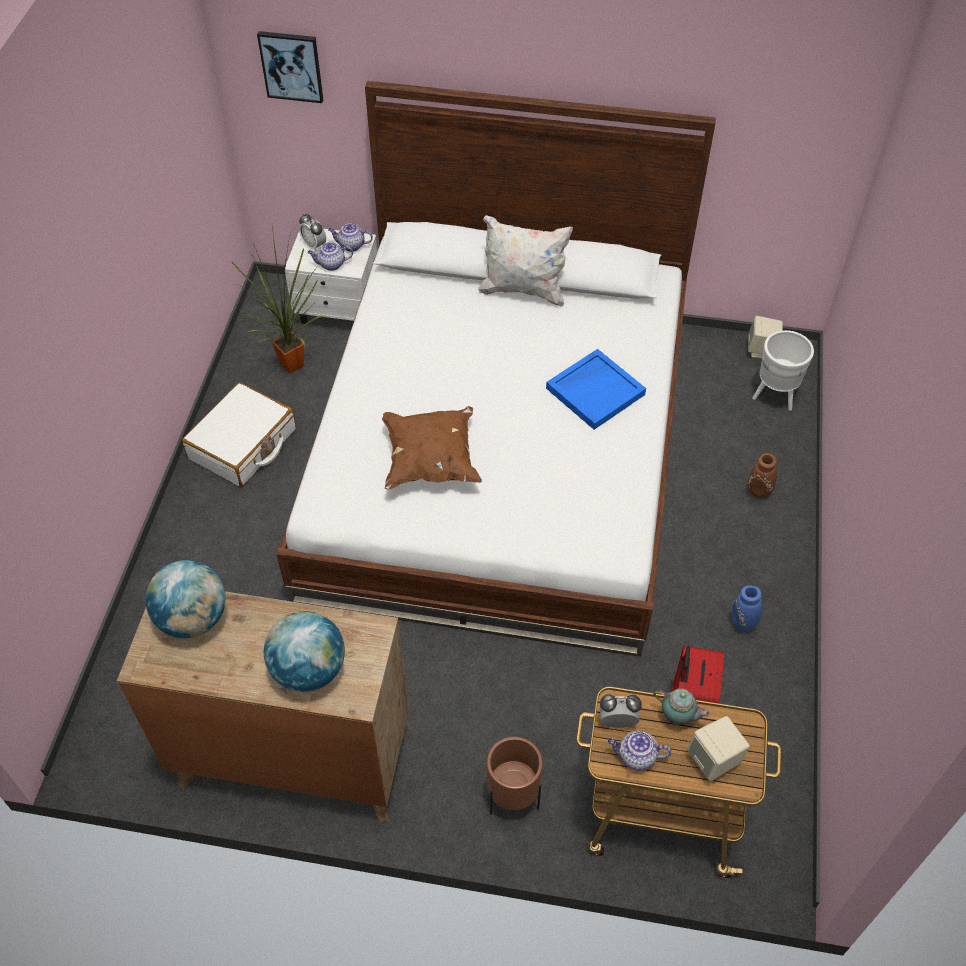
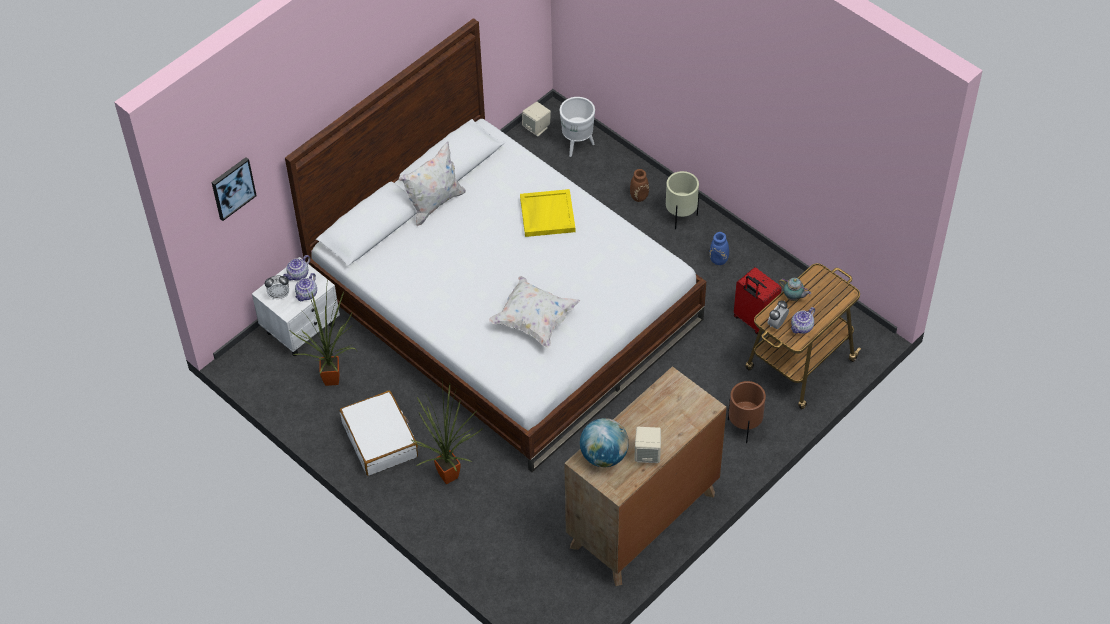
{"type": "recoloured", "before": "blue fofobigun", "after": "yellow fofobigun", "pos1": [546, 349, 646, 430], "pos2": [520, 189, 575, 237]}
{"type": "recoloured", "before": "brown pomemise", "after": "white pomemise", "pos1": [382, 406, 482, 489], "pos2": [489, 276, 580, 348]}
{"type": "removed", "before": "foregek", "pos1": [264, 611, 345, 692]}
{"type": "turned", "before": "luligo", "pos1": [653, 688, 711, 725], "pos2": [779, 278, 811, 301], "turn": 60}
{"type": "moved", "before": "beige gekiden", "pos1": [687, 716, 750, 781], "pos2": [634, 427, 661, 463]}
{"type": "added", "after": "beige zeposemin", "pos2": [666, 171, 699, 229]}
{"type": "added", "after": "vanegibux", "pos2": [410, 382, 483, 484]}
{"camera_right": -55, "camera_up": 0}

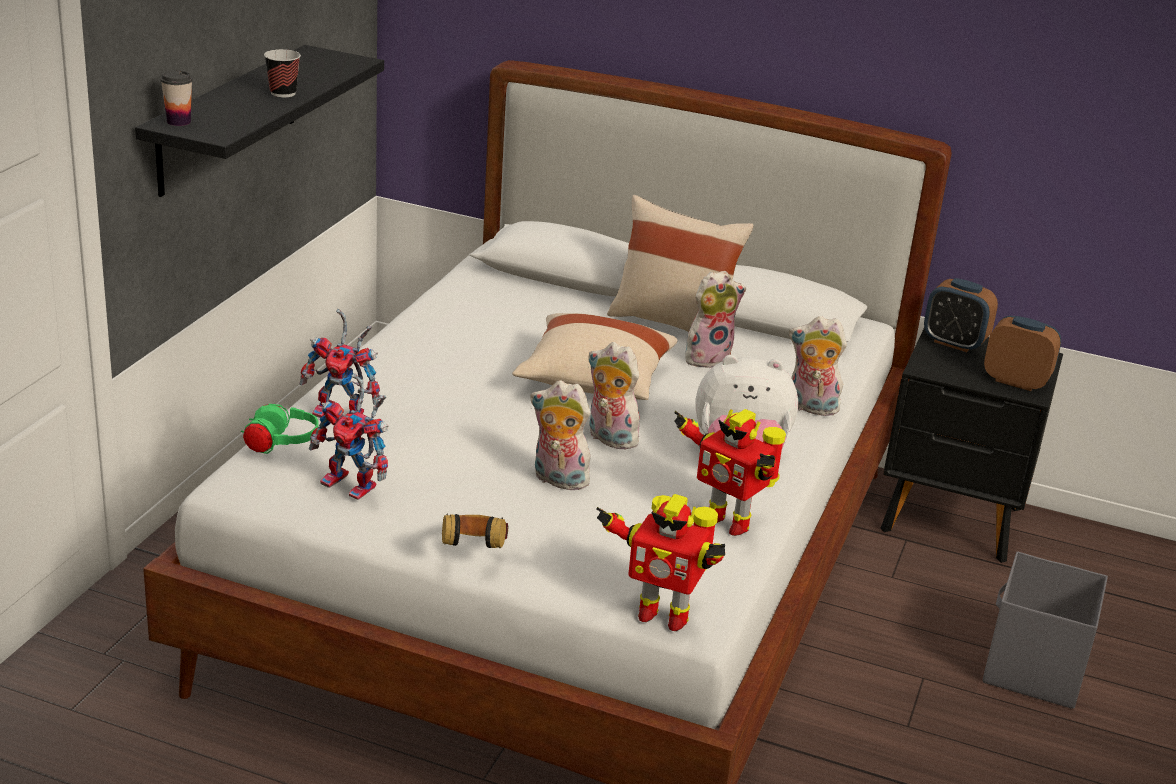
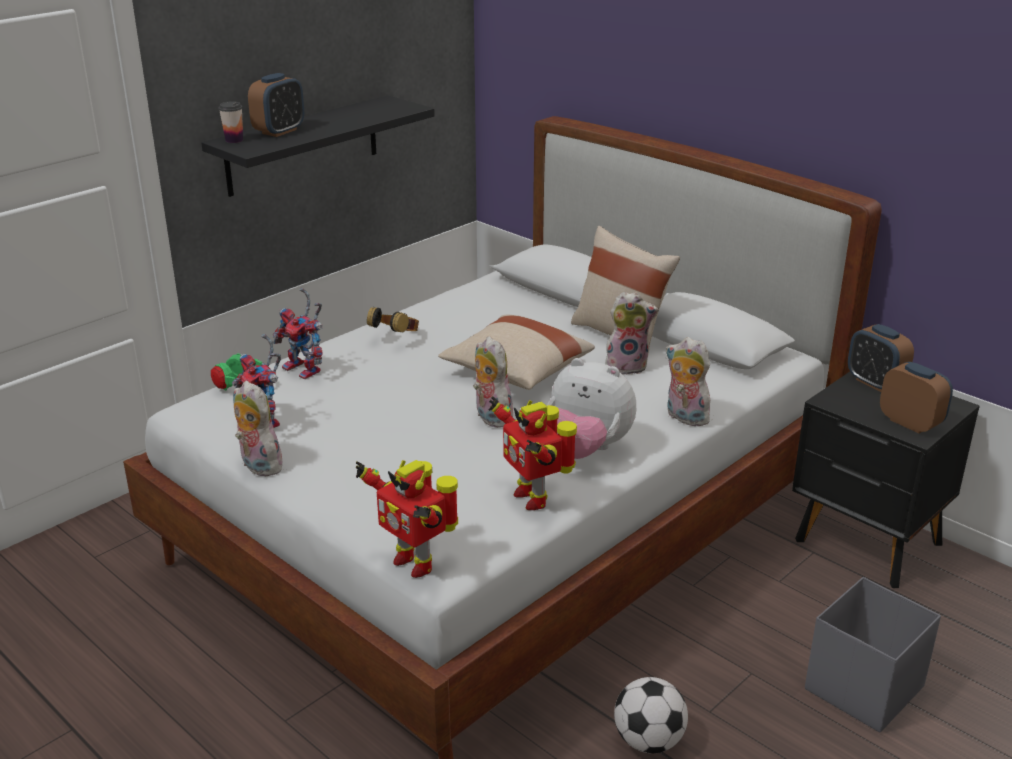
{"type": "removed", "before": "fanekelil", "pos1": [264, 49, 301, 97]}
{"type": "moved", "before": "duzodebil", "pos1": [530, 380, 591, 490], "pos2": [233, 381, 283, 477]}
{"type": "moved", "before": "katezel", "pos1": [442, 514, 509, 549], "pos2": [367, 307, 419, 333]}
{"type": "added", "after": "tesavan", "pos2": [248, 73, 304, 137]}
{"type": "added", "after": "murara", "pos2": [614, 677, 688, 753]}
{"camera_right": 25, "camera_up": 0}

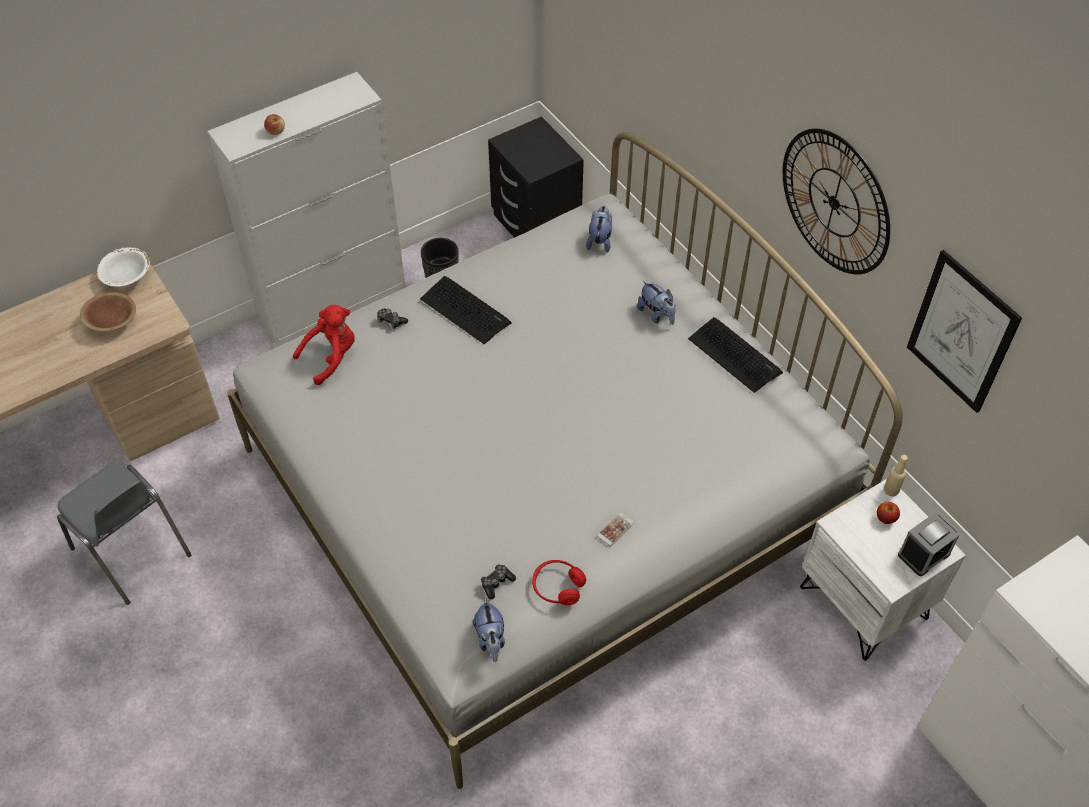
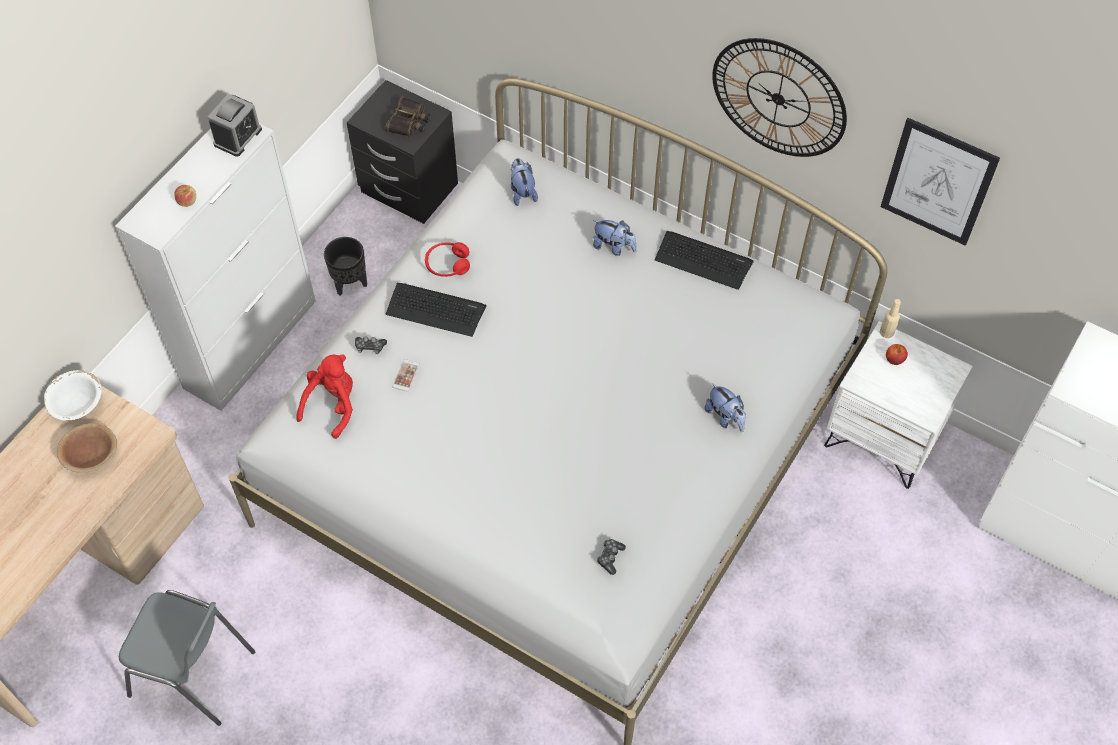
{"type": "moved", "before": "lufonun", "pos1": [597, 512, 634, 546], "pos2": [393, 359, 420, 391]}
{"type": "moved", "before": "tesavan", "pos1": [898, 513, 959, 576], "pos2": [207, 93, 262, 157]}
{"type": "moved", "before": "red katezel", "pos1": [532, 560, 586, 605], "pos2": [425, 242, 470, 277]}
{"type": "moved", "before": "duzodebil", "pos1": [473, 598, 505, 662], "pos2": [705, 383, 746, 432]}
{"type": "added", "after": "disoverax", "pos2": [385, 96, 430, 137]}
{"camera_right": -25, "camera_up": 5}

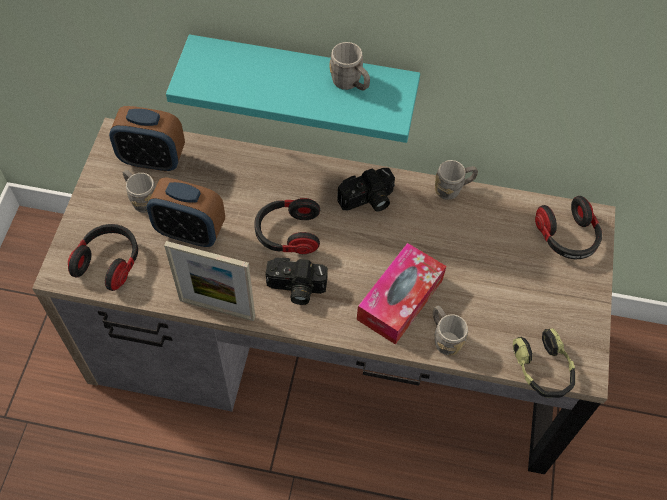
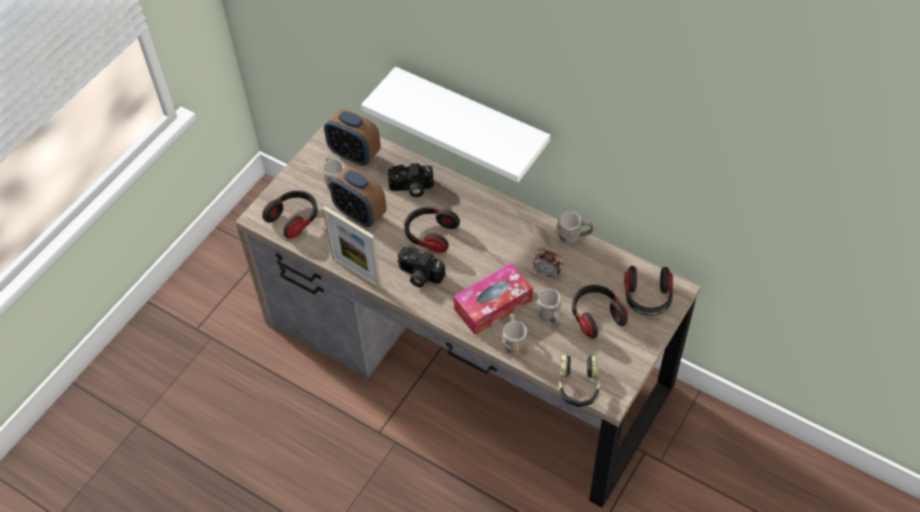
{"type": "recoloured", "before": "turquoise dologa", "after": "white dologa", "pos1": [166, 34, 420, 143], "pos2": [361, 67, 550, 182]}
{"type": "moved", "before": "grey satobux", "pos1": [329, 42, 370, 91], "pos2": [536, 288, 561, 327]}
{"type": "moved", "before": "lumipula", "pos1": [337, 168, 395, 212], "pos2": [388, 163, 434, 197]}
{"type": "added", "after": "tesavan", "pos2": [533, 248, 563, 279]}
{"type": "added", "after": "katezel", "pos2": [572, 285, 628, 339]}
{"camera_right": 25, "camera_up": -5}

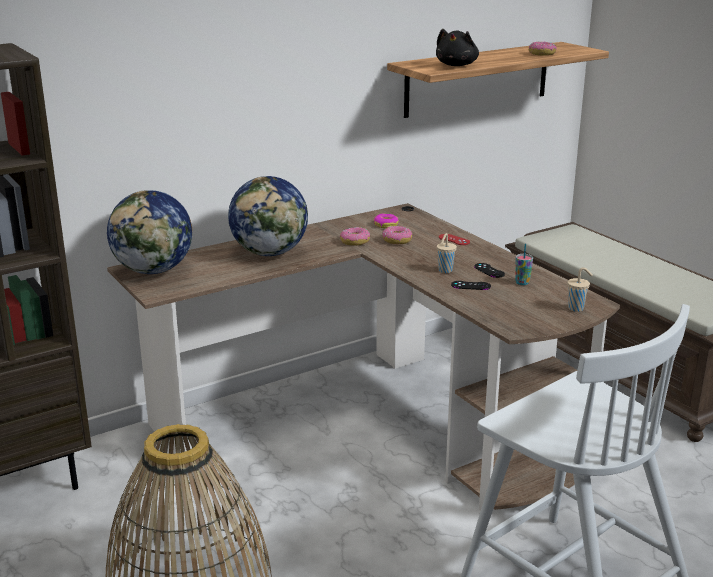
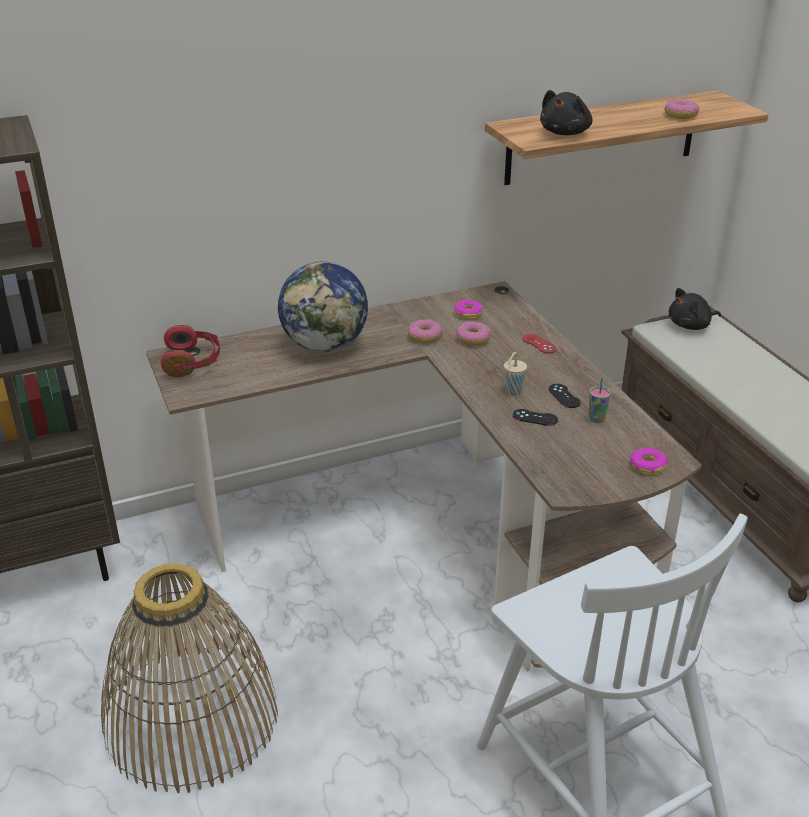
{"type": "replaced", "before": "foregek", "after": "red katezel", "pos1": [107, 190, 192, 274], "pos2": [161, 325, 220, 377]}
{"type": "replaced", "before": "beige fanekelil", "after": "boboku", "pos1": [567, 268, 593, 312], "pos2": [630, 448, 668, 475]}
{"type": "added", "after": "black duzodebil", "pos2": [669, 288, 721, 330]}
{"camera_right": 10, "camera_up": 10}

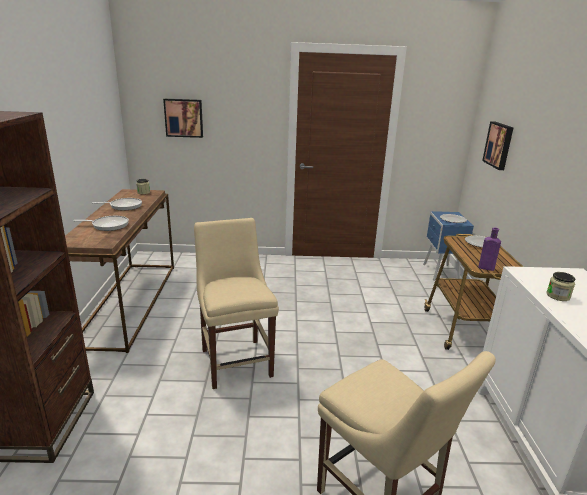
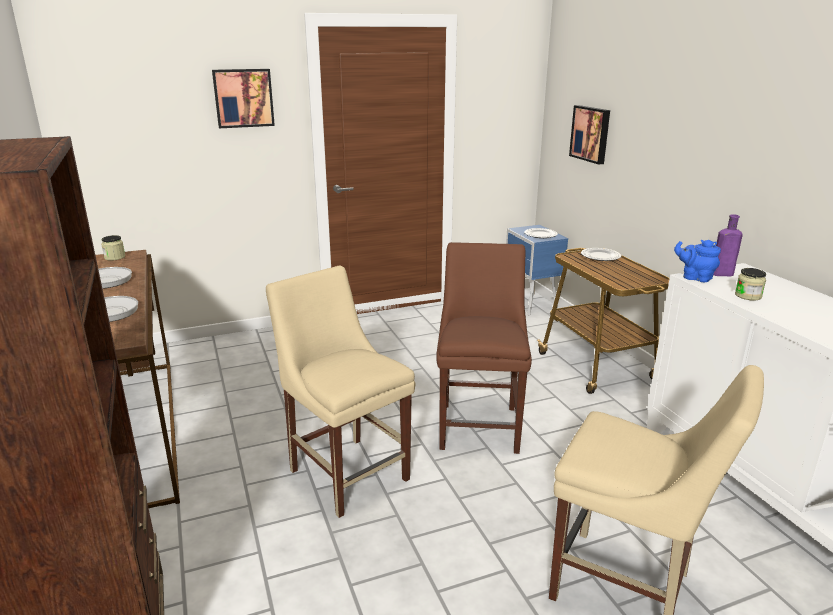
{"type": "moved", "before": "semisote", "pos1": [163, 99, 203, 138], "pos2": [212, 69, 275, 128]}
{"type": "moved", "before": "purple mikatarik", "pos1": [478, 228, 501, 271], "pos2": [713, 214, 743, 276]}
{"type": "added", "after": "blue luligo", "pos2": [674, 240, 721, 282]}
{"type": "added", "after": "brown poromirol", "pos2": [436, 242, 532, 454]}
{"camera_right": -20, "camera_up": 0}

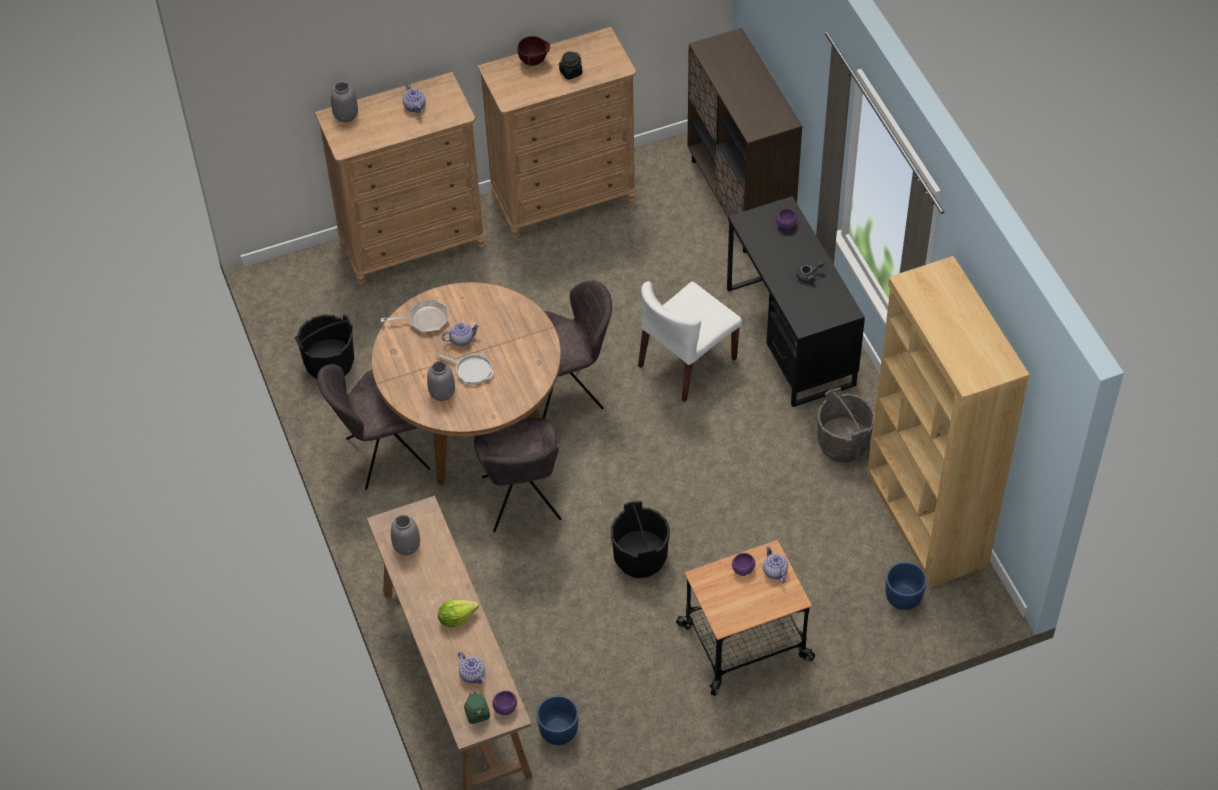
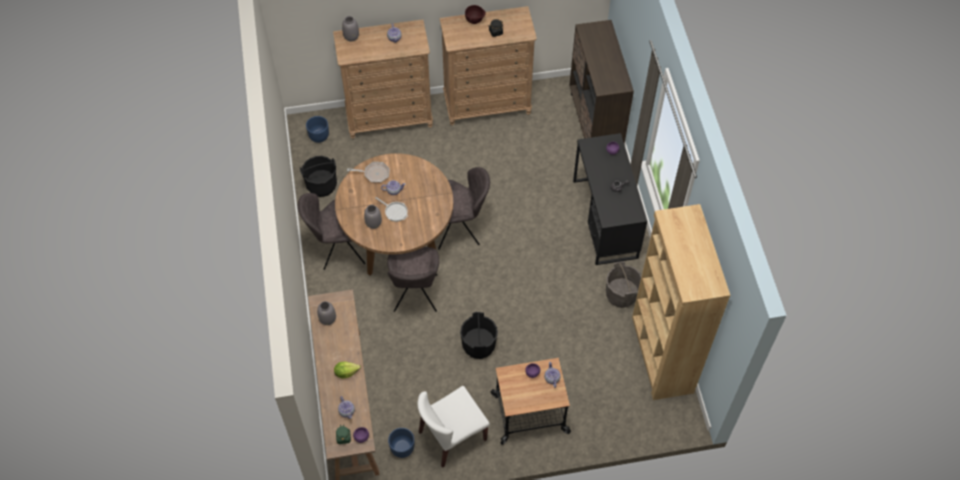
{"type": "moved", "before": "white poromirol", "pos1": [638, 281, 742, 402], "pos2": [417, 386, 490, 468]}
{"type": "moved", "before": "blue zeposemin", "pos1": [886, 562, 927, 610], "pos2": [306, 116, 329, 143]}
{"camera_right": 10, "camera_up": 5}

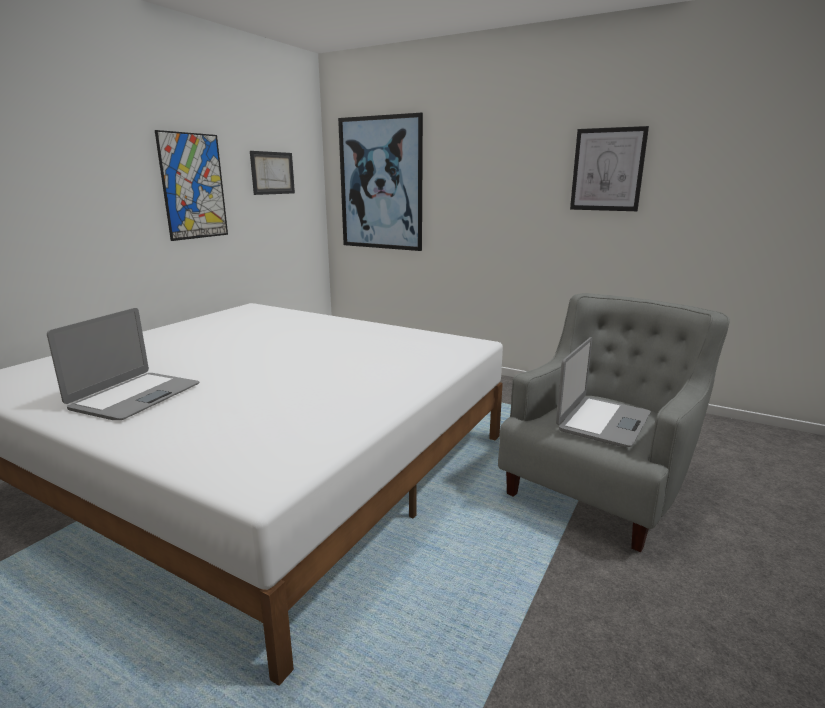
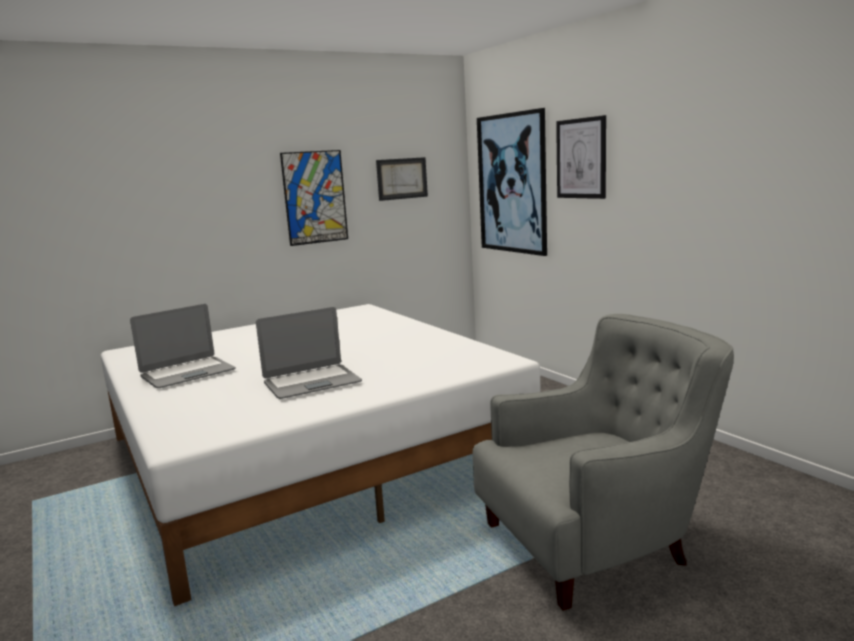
{"type": "moved", "before": "semisote", "pos1": [570, 126, 649, 211], "pos2": [556, 115, 606, 199]}
{"type": "moved", "before": "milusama", "pos1": [556, 337, 651, 447], "pos2": [256, 307, 362, 399]}
{"camera_right": 30, "camera_up": -5}

